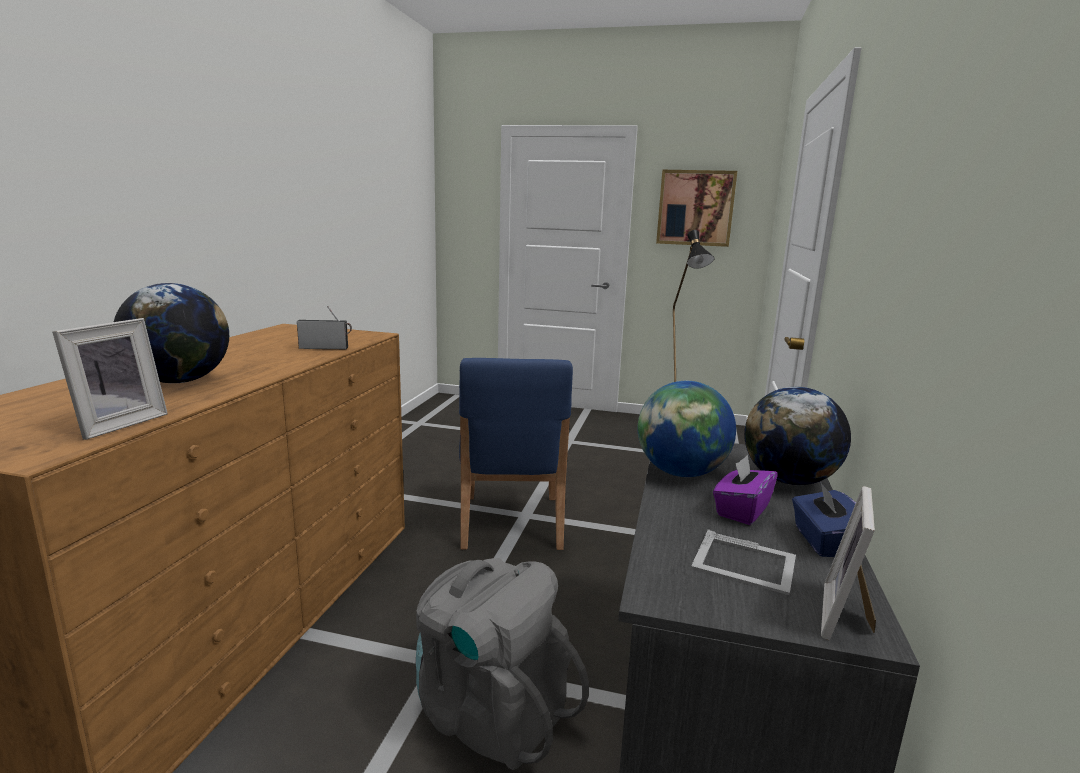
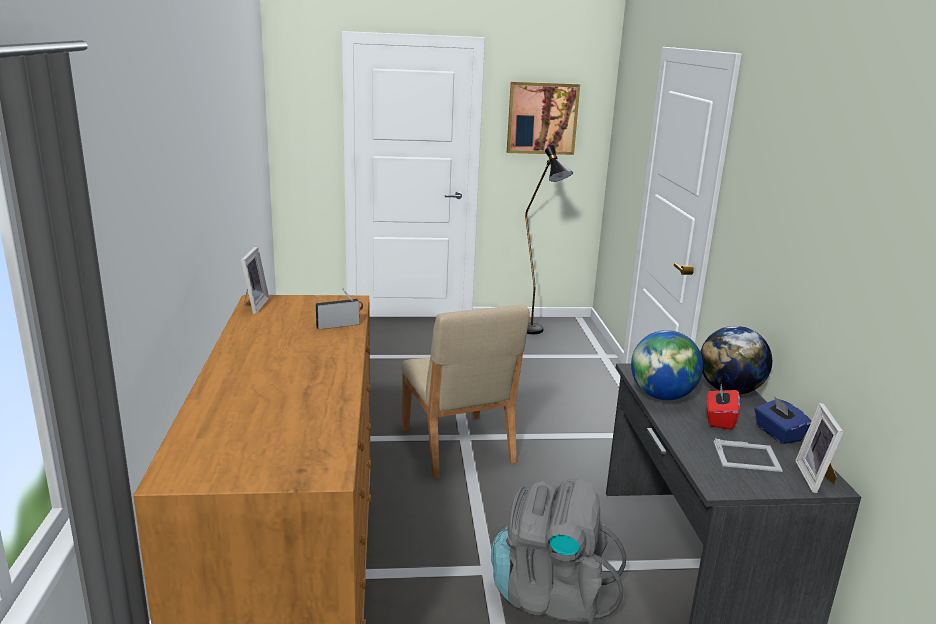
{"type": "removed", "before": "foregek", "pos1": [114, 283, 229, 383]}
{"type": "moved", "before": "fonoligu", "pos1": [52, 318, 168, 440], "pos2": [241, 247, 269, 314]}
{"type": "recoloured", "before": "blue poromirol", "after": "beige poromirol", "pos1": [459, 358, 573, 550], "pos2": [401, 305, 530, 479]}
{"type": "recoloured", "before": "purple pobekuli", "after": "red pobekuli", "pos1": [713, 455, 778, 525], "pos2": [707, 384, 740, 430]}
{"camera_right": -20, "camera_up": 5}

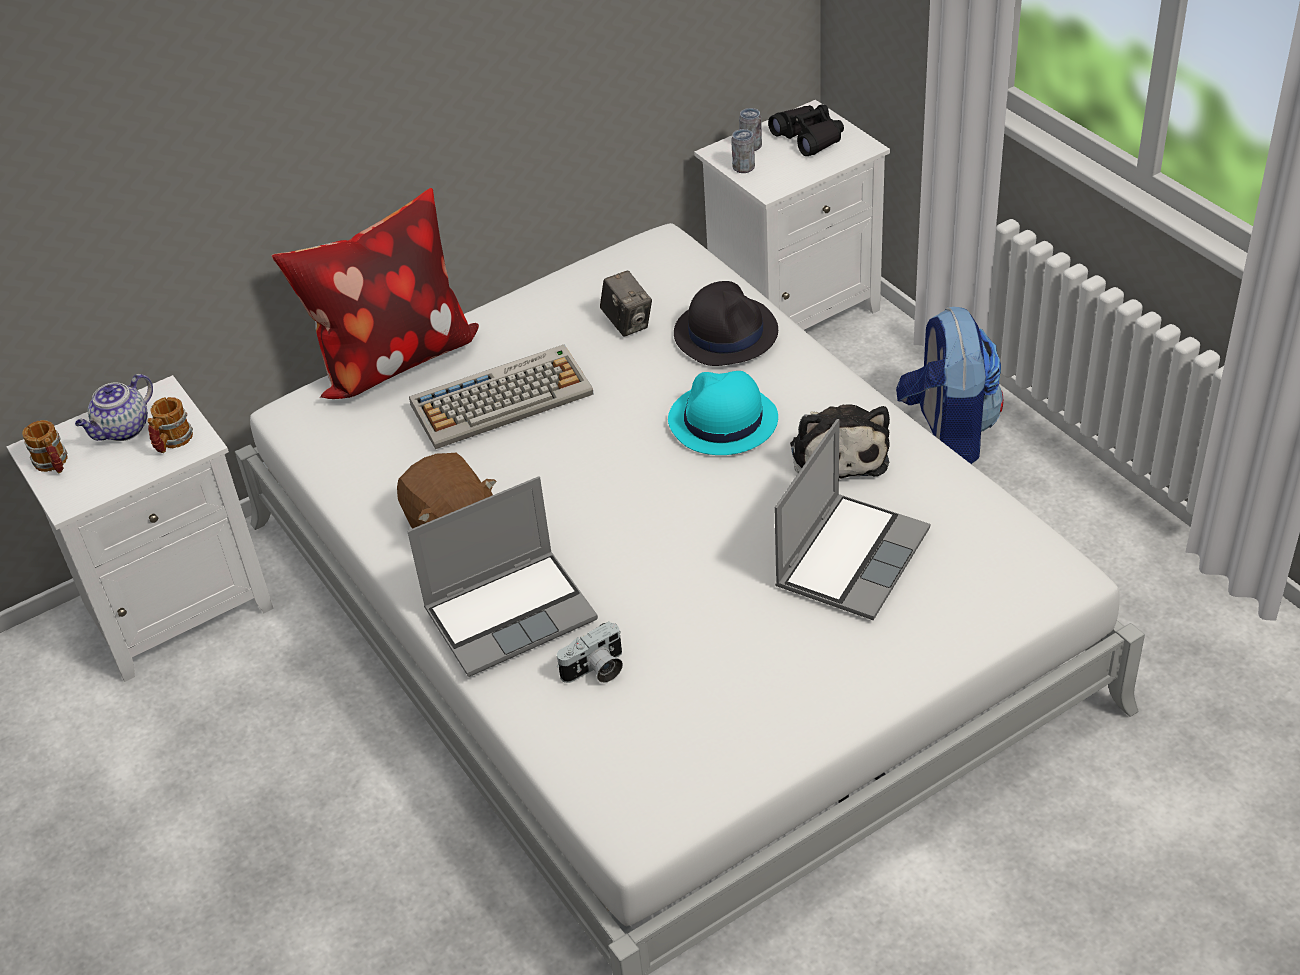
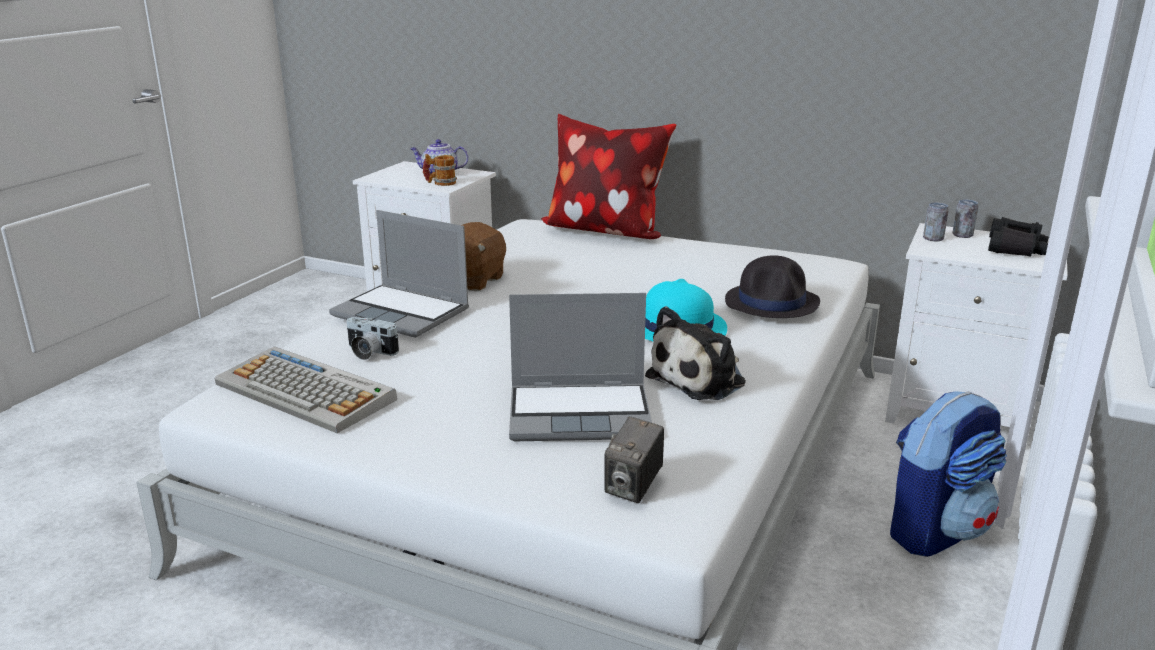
{"type": "moved", "before": "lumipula", "pos1": [600, 270, 652, 337], "pos2": [604, 416, 664, 503]}
{"type": "moved", "before": "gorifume", "pos1": [409, 344, 594, 449], "pos2": [215, 346, 397, 433]}
{"type": "removed", "before": "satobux", "pos1": [22, 420, 68, 473]}
{"camera_right": 55, "camera_up": -20}

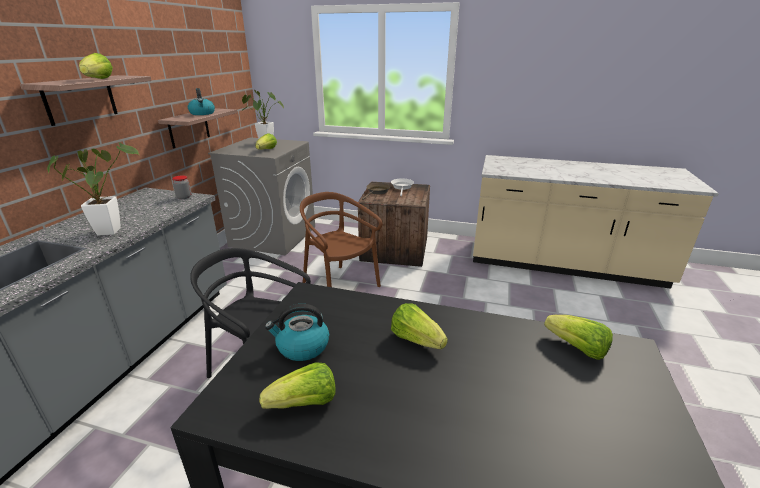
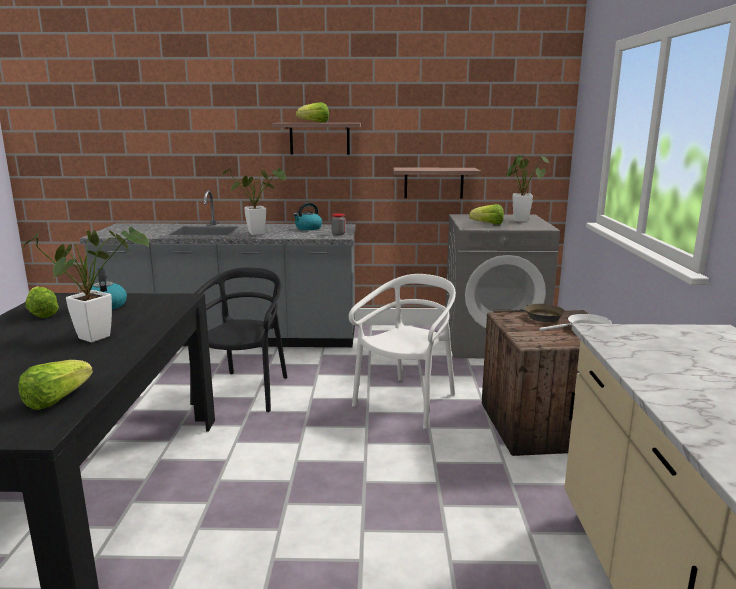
{"type": "moved", "before": "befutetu", "pos1": [188, 88, 215, 115], "pos2": [293, 202, 322, 230]}
{"type": "recoloured", "before": "brown poromirol", "after": "white poromirol", "pos1": [300, 192, 382, 287], "pos2": [349, 274, 456, 429]}
{"type": "replaced", "before": "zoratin", "after": "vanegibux", "pos1": [391, 303, 448, 349], "pos2": [22, 227, 149, 342]}
{"camera_right": 75, "camera_up": -10}

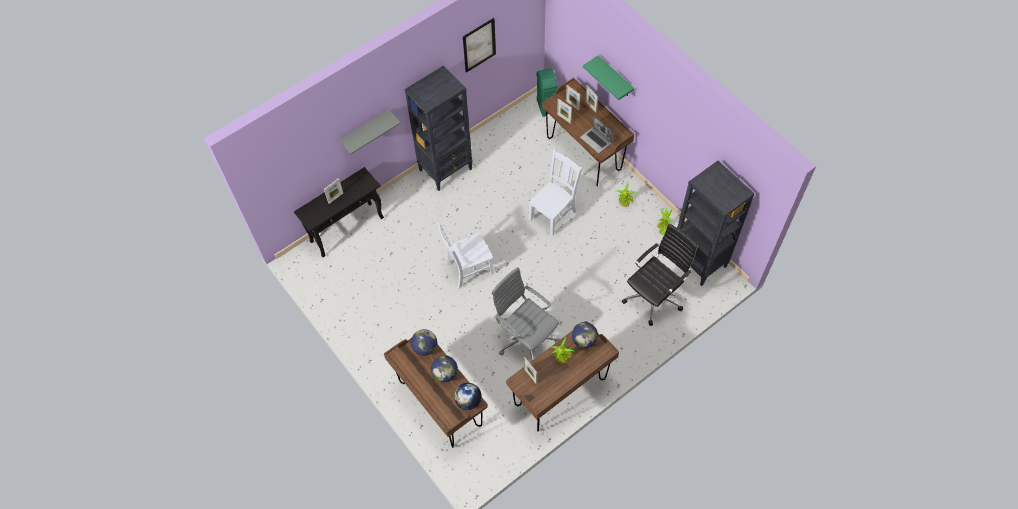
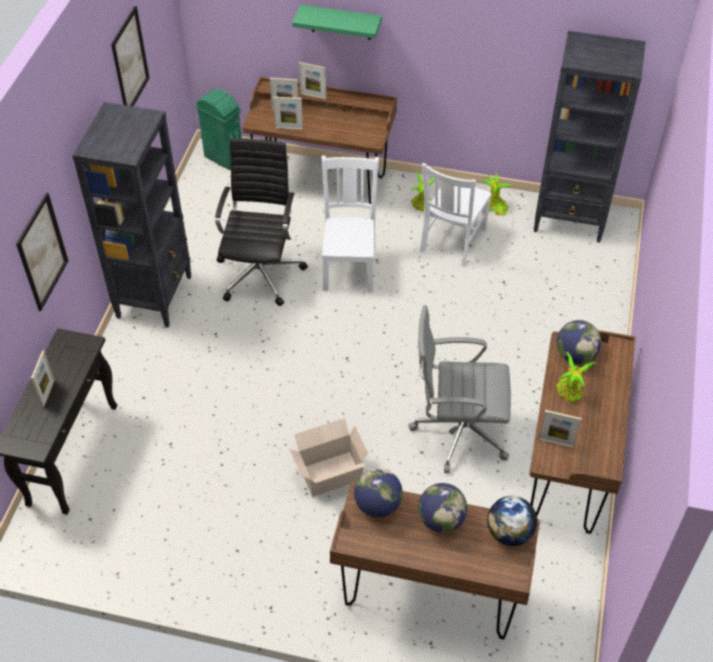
{"type": "replaced", "before": "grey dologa", "after": "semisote", "pos1": [339, 110, 401, 154], "pos2": [16, 193, 68, 311]}
{"type": "removed", "before": "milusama", "pos1": [580, 116, 613, 153]}
{"type": "moved", "before": "white poromirol", "pos1": [437, 223, 494, 288], "pos2": [420, 163, 491, 267]}
{"type": "moved", "before": "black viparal", "pos1": [622, 224, 698, 326], "pos2": [215, 138, 308, 306]}
{"type": "added", "after": "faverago", "pos2": [289, 418, 368, 497]}
{"camera_right": -40, "camera_up": -10}

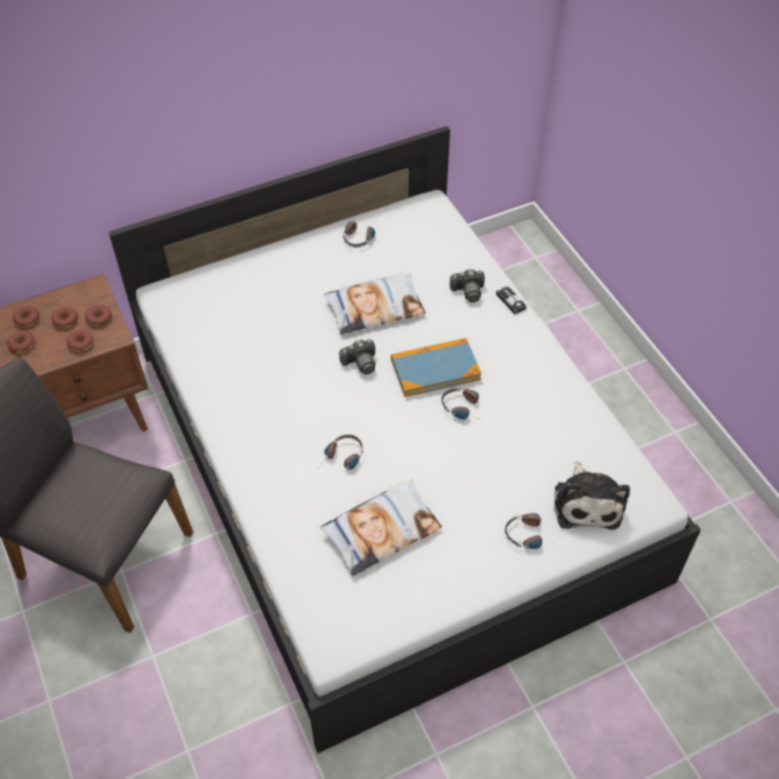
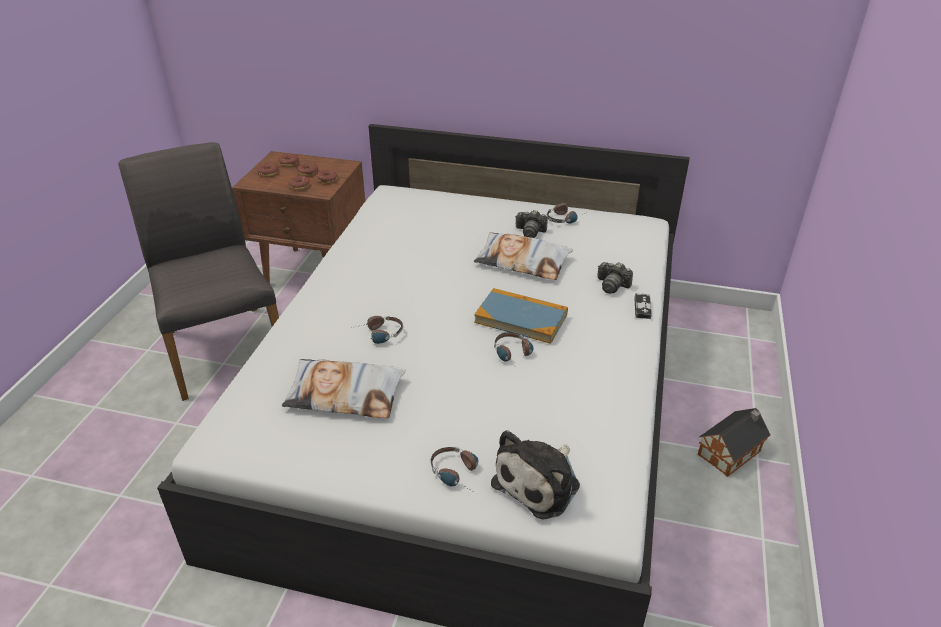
{"type": "moved", "before": "lumipula", "pos1": [339, 339, 376, 375], "pos2": [516, 210, 547, 238]}
{"type": "added", "after": "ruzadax", "pos2": [698, 408, 771, 477]}
{"camera_right": 40, "camera_up": -15}

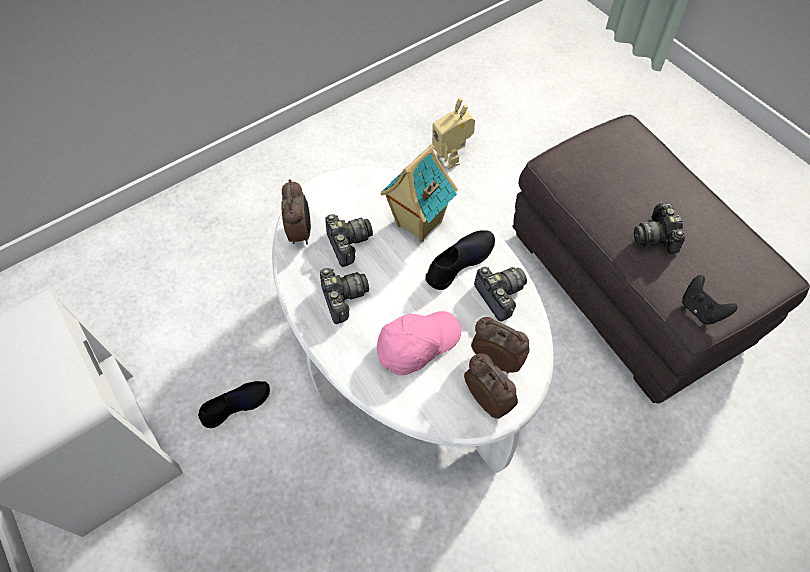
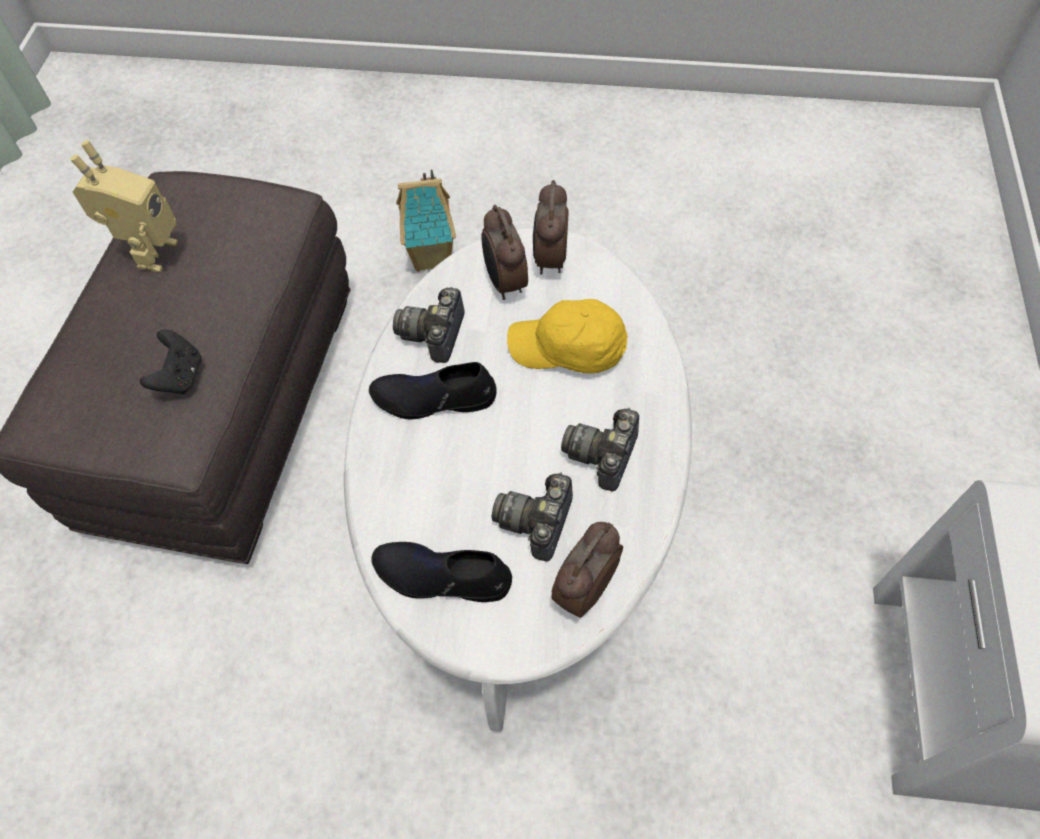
{"type": "moved", "before": "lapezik", "pos1": [432, 98, 475, 169], "pos2": [70, 140, 178, 273]}
{"type": "moved", "before": "ruzadax", "pos1": [380, 144, 458, 242], "pos2": [396, 169, 456, 272]}
{"type": "removed", "before": "lumipula", "pos1": [634, 202, 685, 254]}
{"type": "moved", "before": "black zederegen", "pos1": [682, 275, 737, 325], "pos2": [140, 329, 202, 394]}
{"type": "recoloured", "before": "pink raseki", "after": "yellow raseki", "pos1": [376, 311, 461, 375], "pos2": [507, 299, 628, 373]}
{"type": "moved", "before": "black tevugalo", "pos1": [198, 381, 270, 428], "pos2": [371, 542, 512, 602]}
{"camera_right": -140, "camera_up": 0}

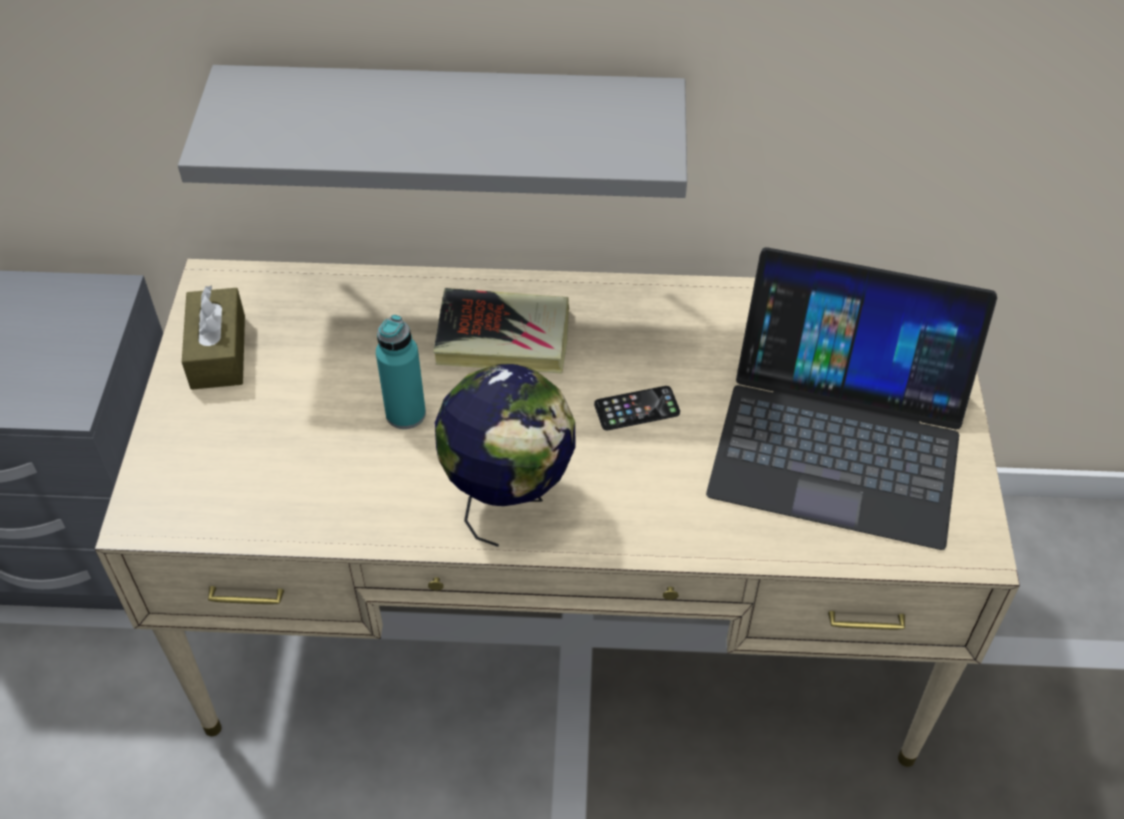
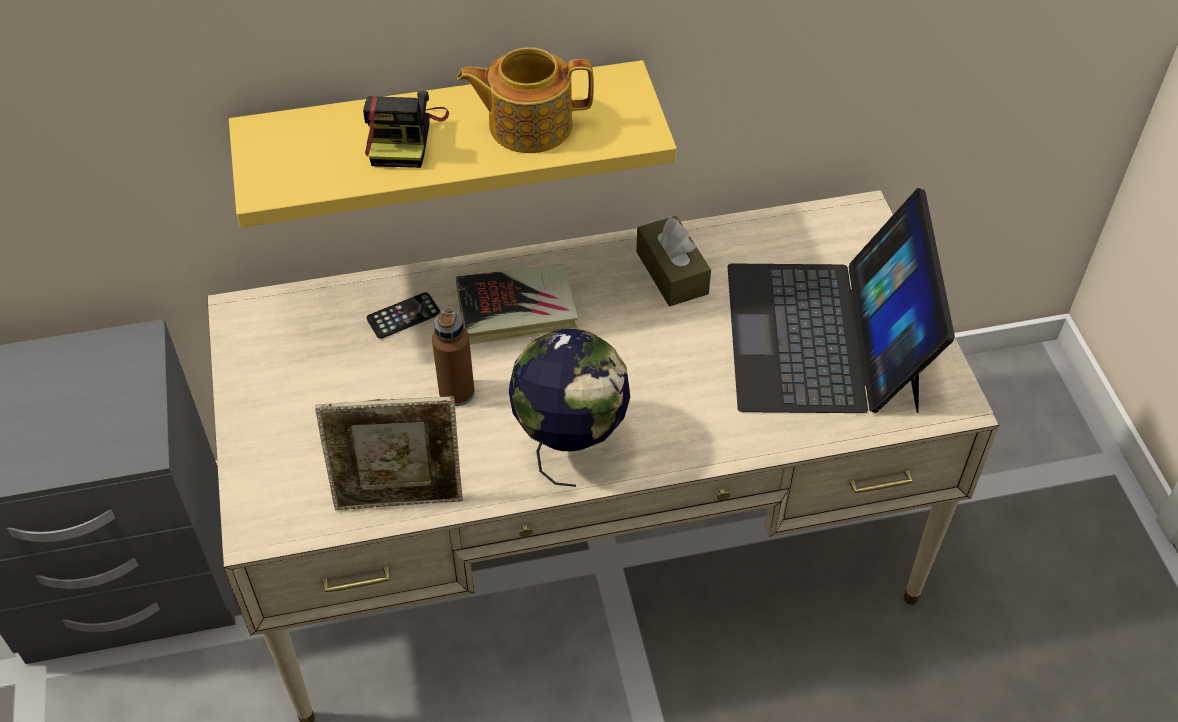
{"type": "recoloured", "before": "grey dologa", "after": "yellow dologa", "pos1": [178, 65, 687, 198], "pos2": [229, 60, 677, 228]}
{"type": "turned", "before": "milusama", "pos1": [706, 247, 997, 550], "pos2": [728, 188, 955, 413], "turn": 90}
{"type": "moved", "before": "brown pobekuli", "pos1": [182, 285, 245, 390], "pos2": [636, 216, 711, 306]}
{"type": "recoloured", "before": "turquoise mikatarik", "after": "brown mikatarik", "pos1": [376, 315, 426, 429], "pos2": [432, 307, 475, 406]}
{"type": "moved", "before": "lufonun", "pos1": [594, 386, 680, 430], "pos2": [367, 292, 440, 339]}
{"type": "added", "after": "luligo", "pos2": [457, 47, 594, 153]}
{"type": "added", "after": "lumipula", "pos2": [363, 91, 449, 168]}
{"type": "added", "after": "fonoligu", "pos2": [315, 396, 463, 510]}
{"camera_right": -15, "camera_up": 0}

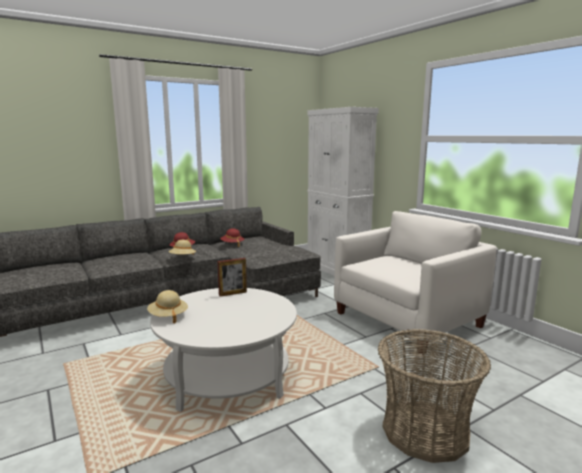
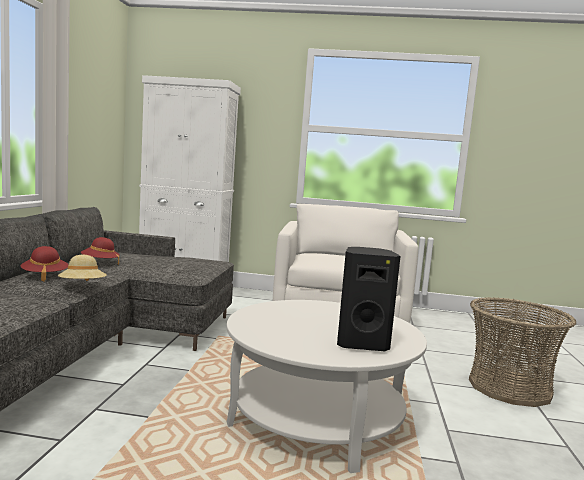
{"type": "removed", "before": "fonoligu", "pos1": [218, 258, 247, 297]}
{"type": "removed", "before": "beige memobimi", "pos1": [147, 290, 188, 323]}
{"type": "added", "after": "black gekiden", "pos2": [337, 247, 400, 351]}
{"camera_right": -50, "camera_up": -5}

